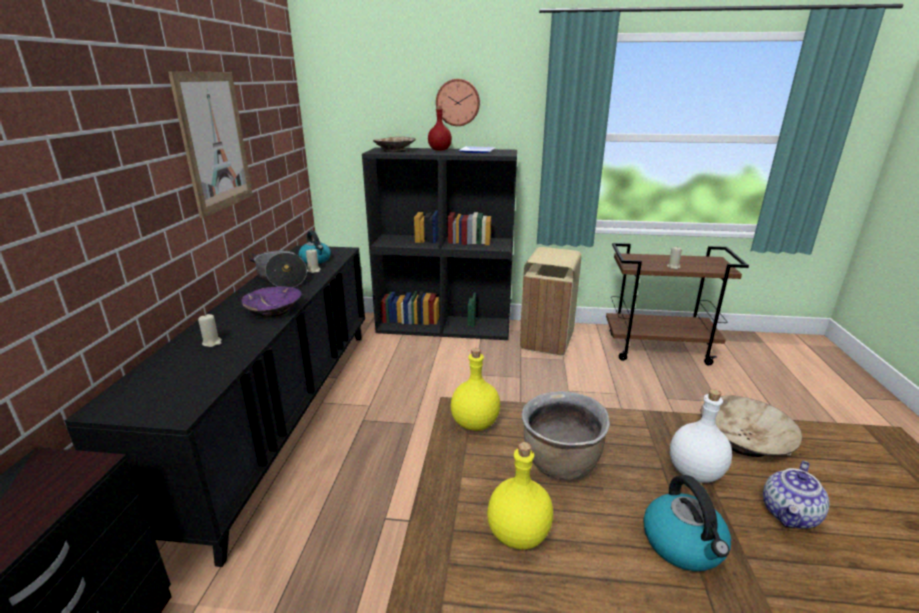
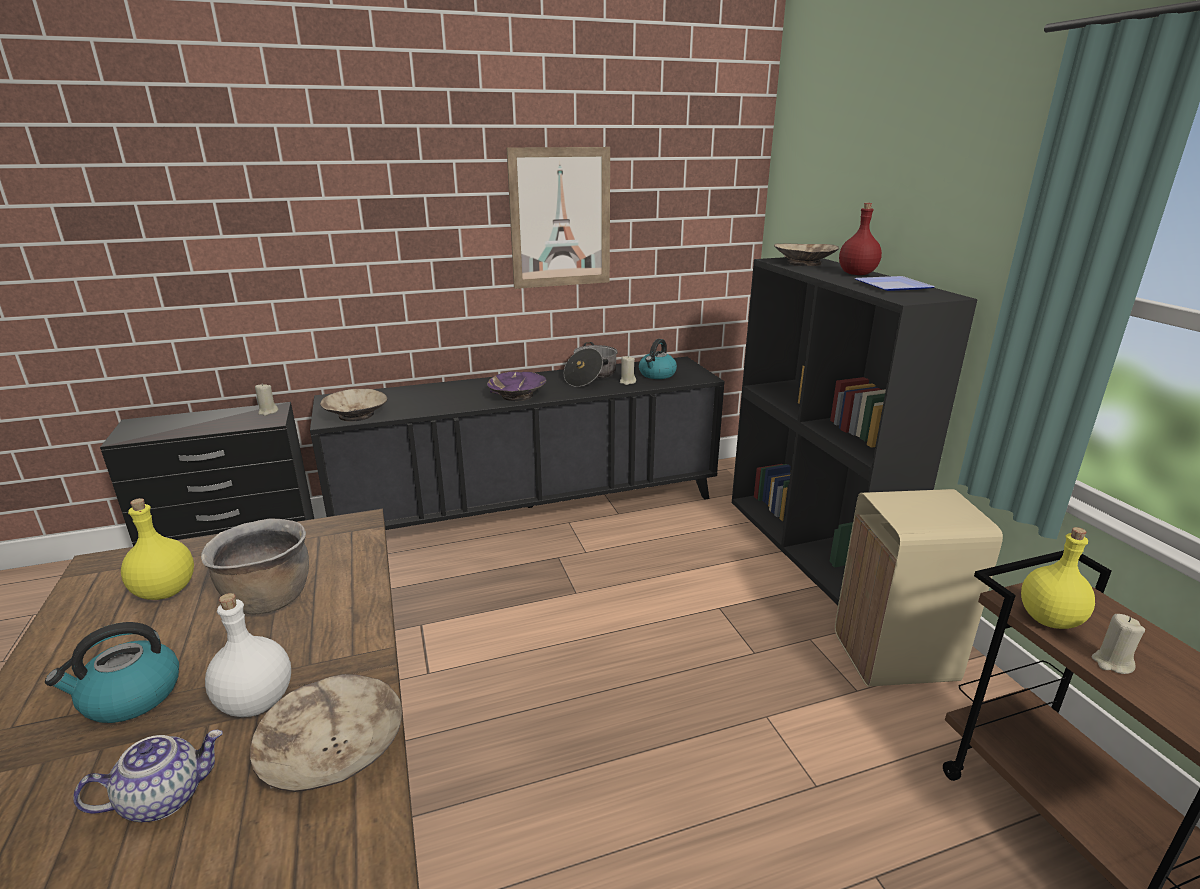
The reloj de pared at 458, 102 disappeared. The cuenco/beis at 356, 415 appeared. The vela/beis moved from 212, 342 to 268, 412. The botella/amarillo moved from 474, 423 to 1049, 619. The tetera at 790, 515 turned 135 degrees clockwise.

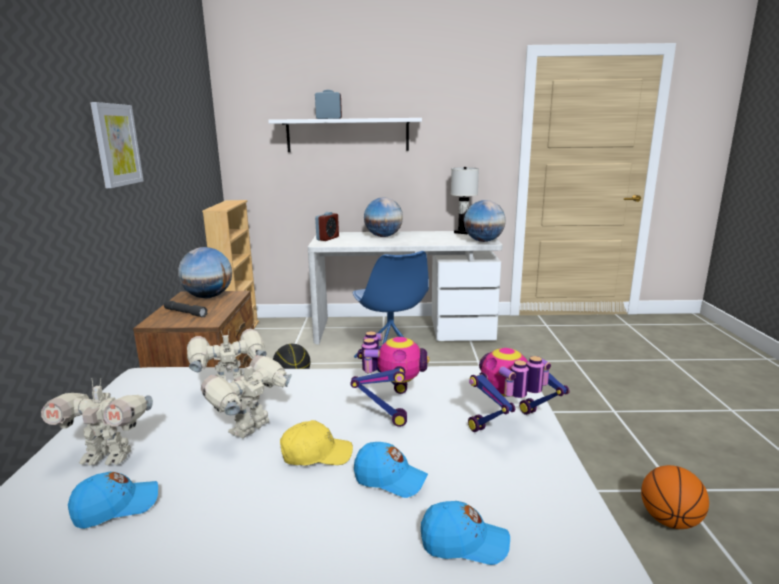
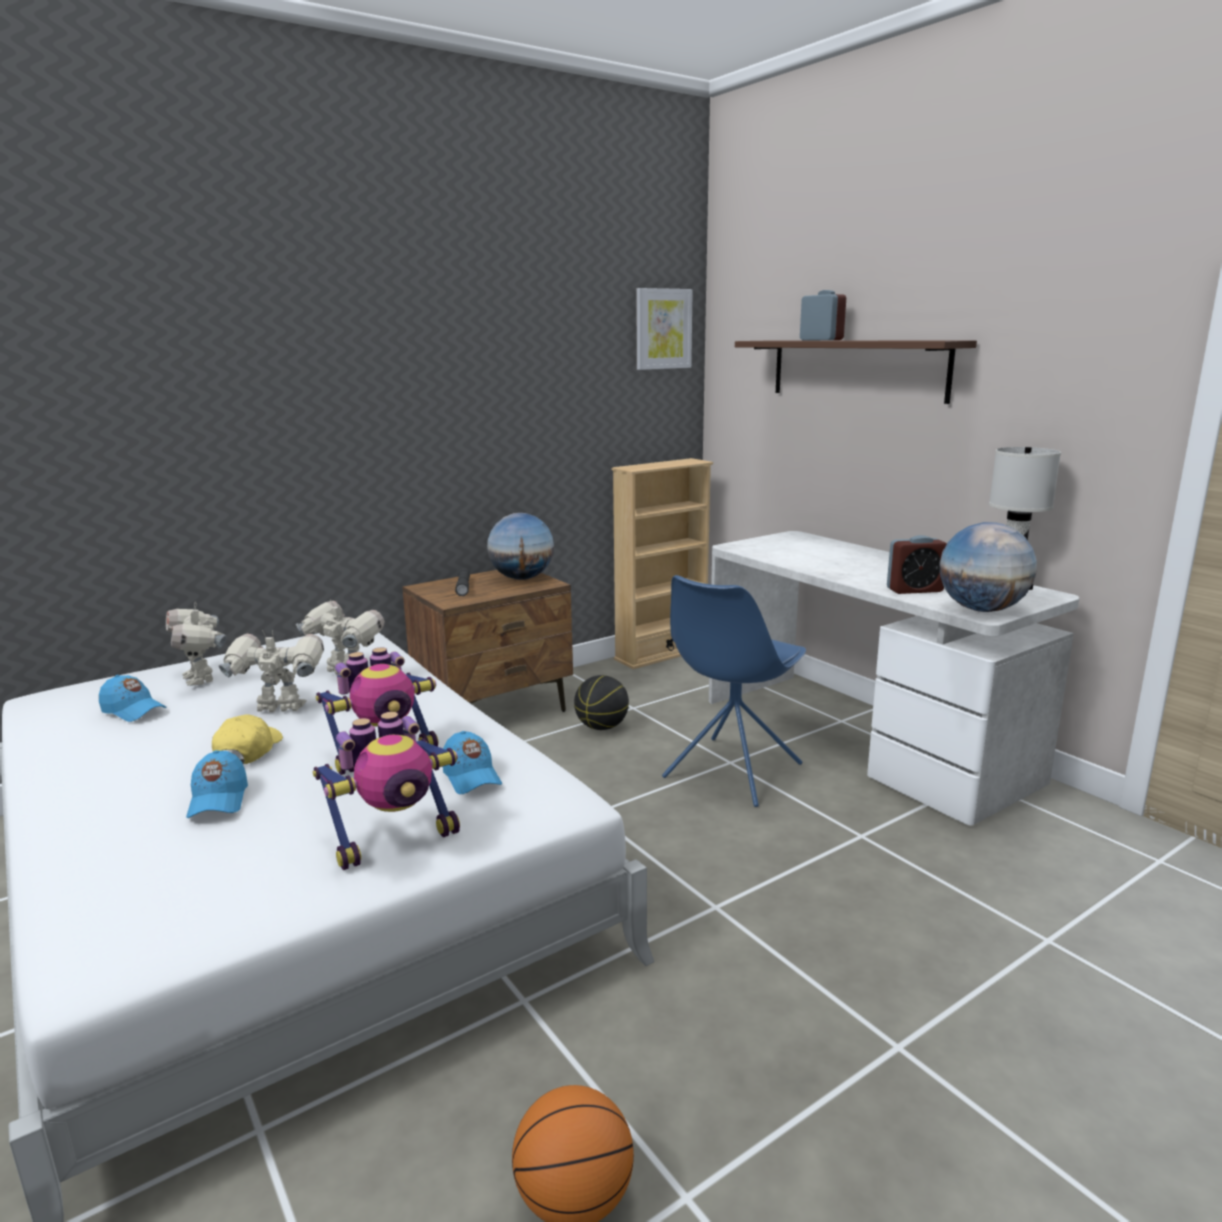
The globo terráqueo at 383, 236 disappeared. The cuadro moved from 116, 145 to 663, 329. The despertador moved from 327, 238 to 914, 590. The gorra/azul moved from 464, 543 to 471, 777. The estante/blanco at 347, 135 became the estante/marrón at 856, 369. The gorra/amarillo at 316, 454 turned 135 degrees counterclockwise. The robot de juguete at 509, 426 turned 120 degrees clockwise.

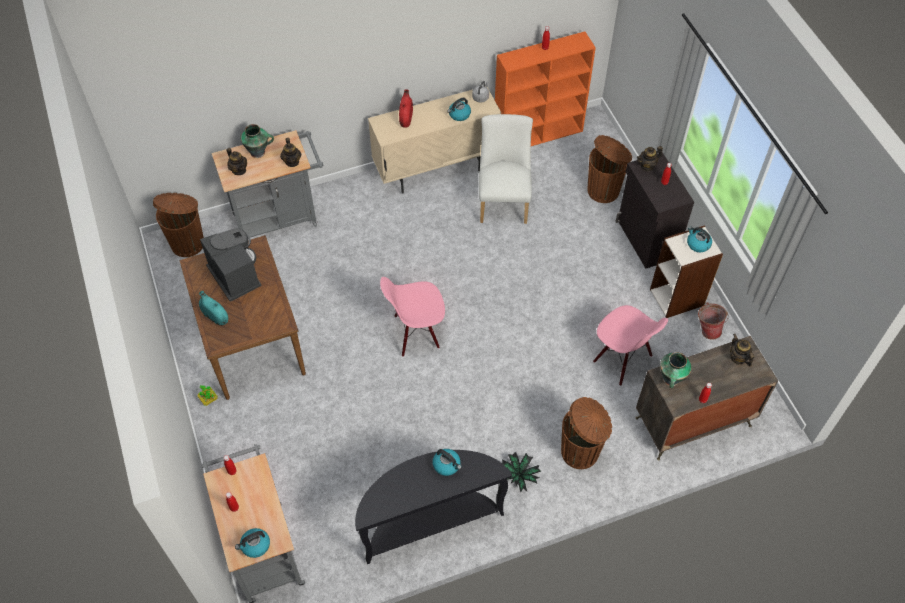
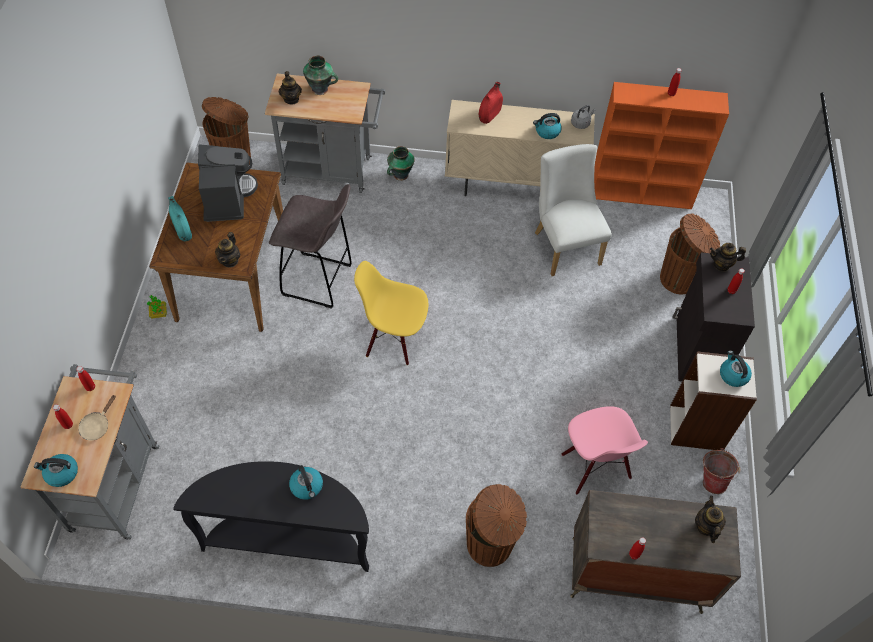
The planta en maceta at 518, 475 disappeared. The sartén/beis at 97, 425 appeared. The taburete/gris at 319, 281 appeared. The tetera moved from 292, 162 to 230, 260. The florero moved from 671, 379 to 400, 175. The silla/rosa at 416, 333 became the silla/amarillo at 394, 339. The silla/blanco at 503, 200 turned 45 degrees counterclockwise.

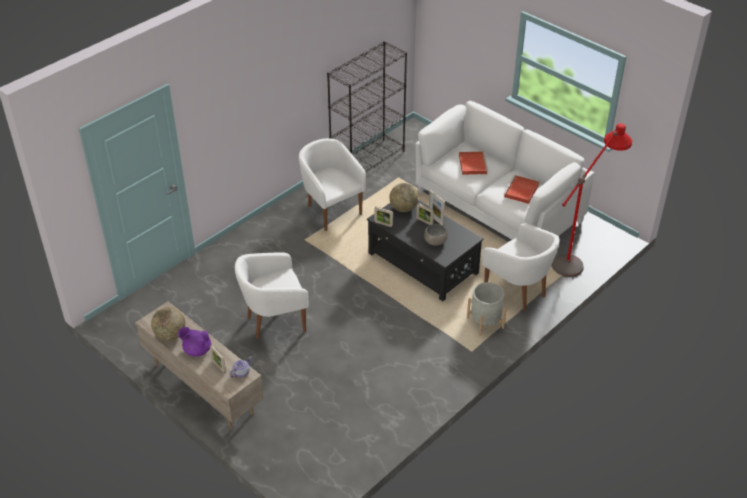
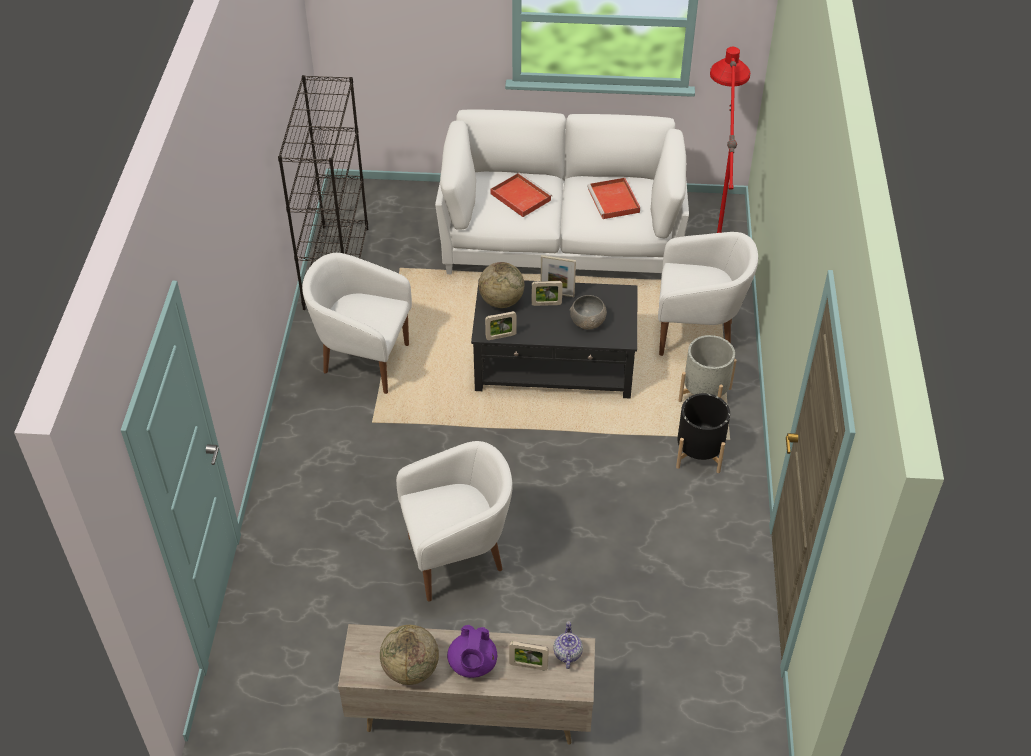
The maceta/negro at 699, 454 appeared. The tetera/morado at 197, 350 turned 60 degrees counterclockwise. The sillón/blanco at 274, 321 turned 135 degrees counterclockwise.

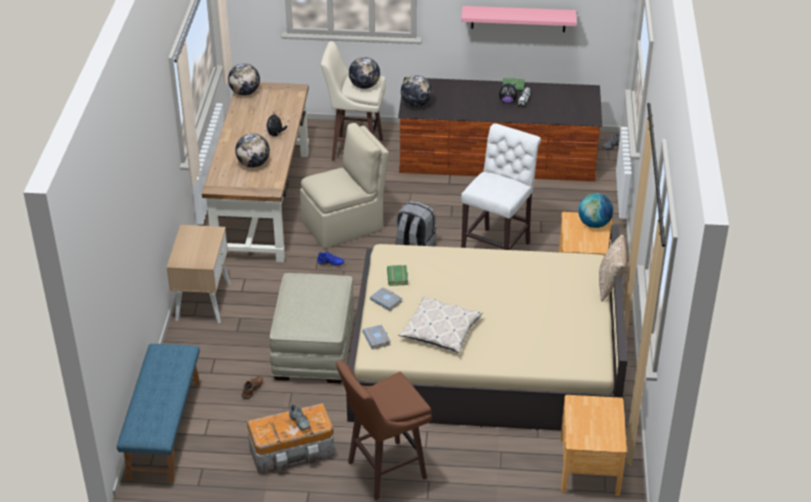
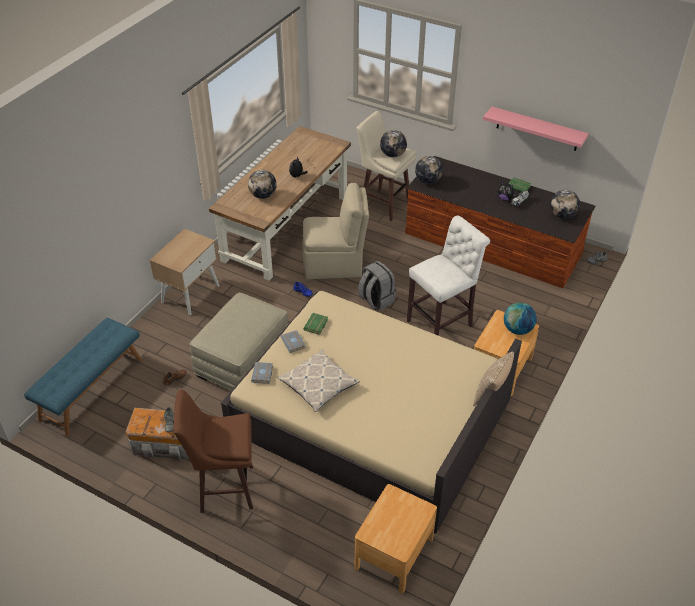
The globo terráqueo moved from 245, 93 to 562, 215.

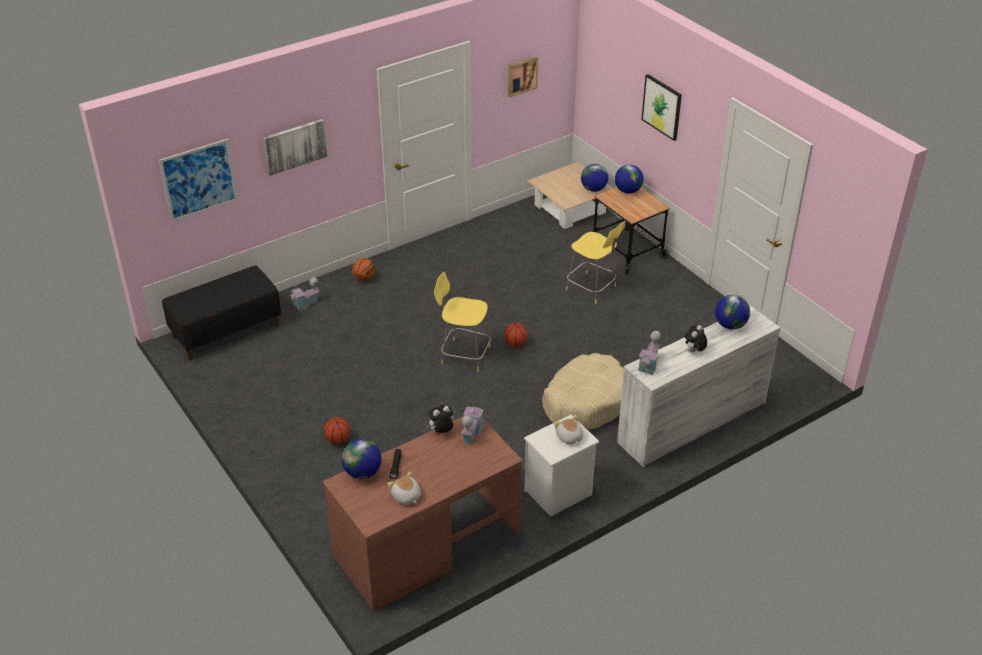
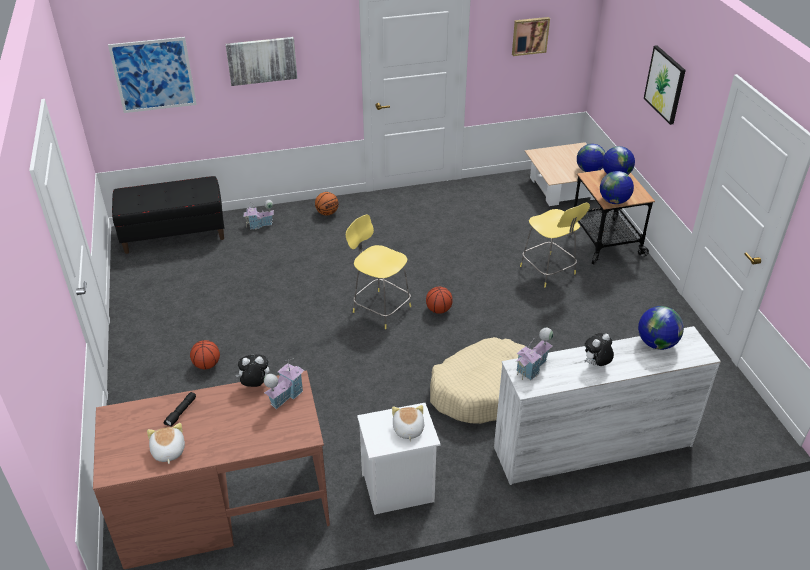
The globo terráqueo moved from 362, 473 to 614, 201.

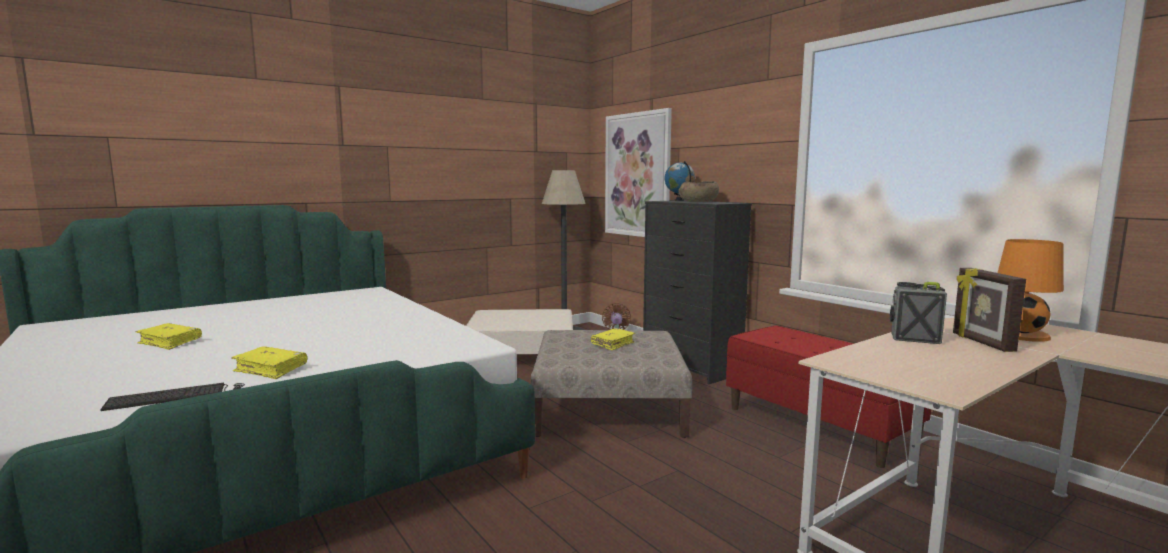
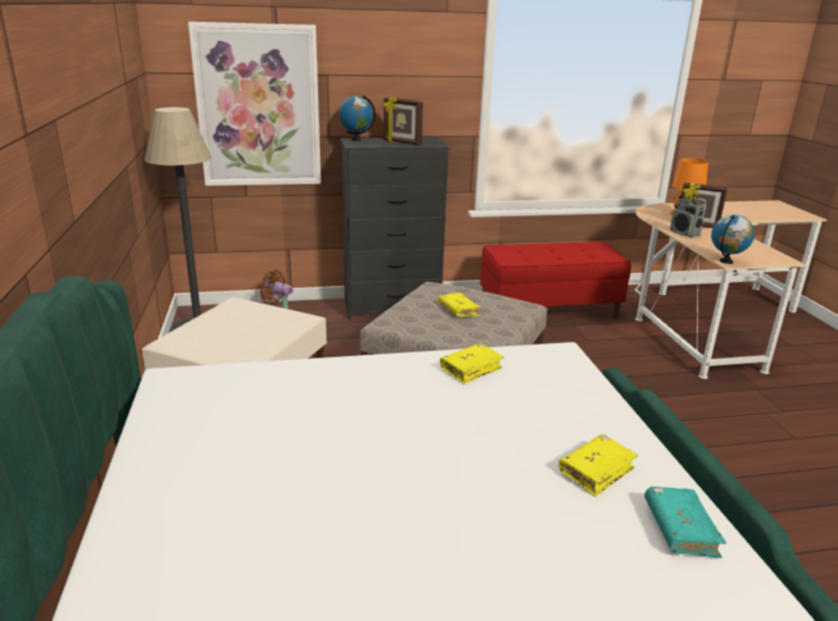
The globo terráqueo at 726, 261 appeared. The libro/amarillo moved from 170, 342 to 471, 369. The teclado at 181, 396 was replaced by the libro/turquesa at 680, 529. The cuenco/marrón at 698, 202 was replaced by the portarretratos at 402, 142. The radio at 914, 339 turned 75 degrees counterclockwise.

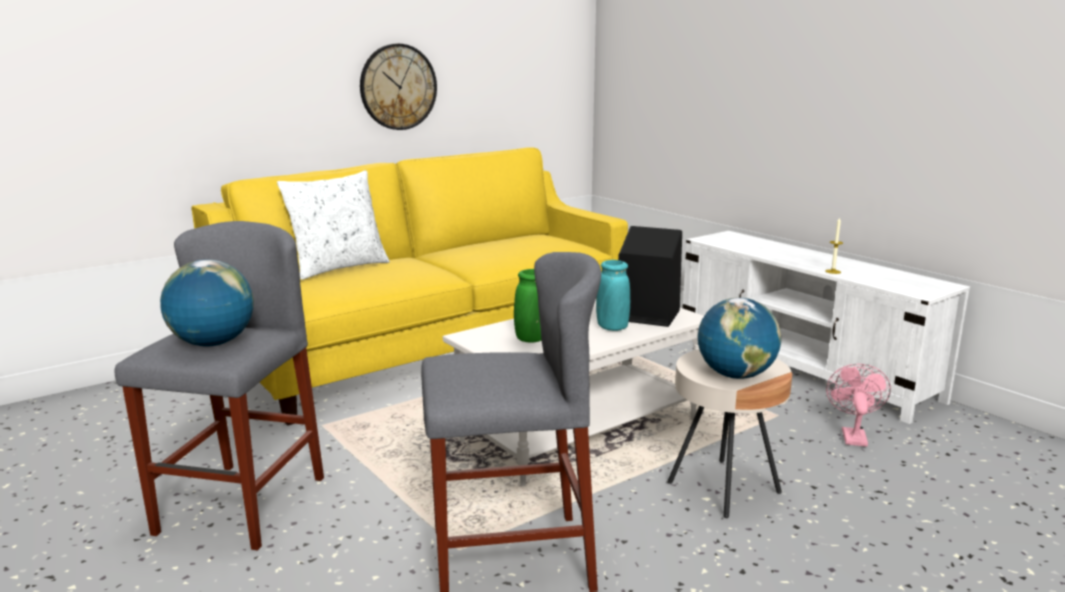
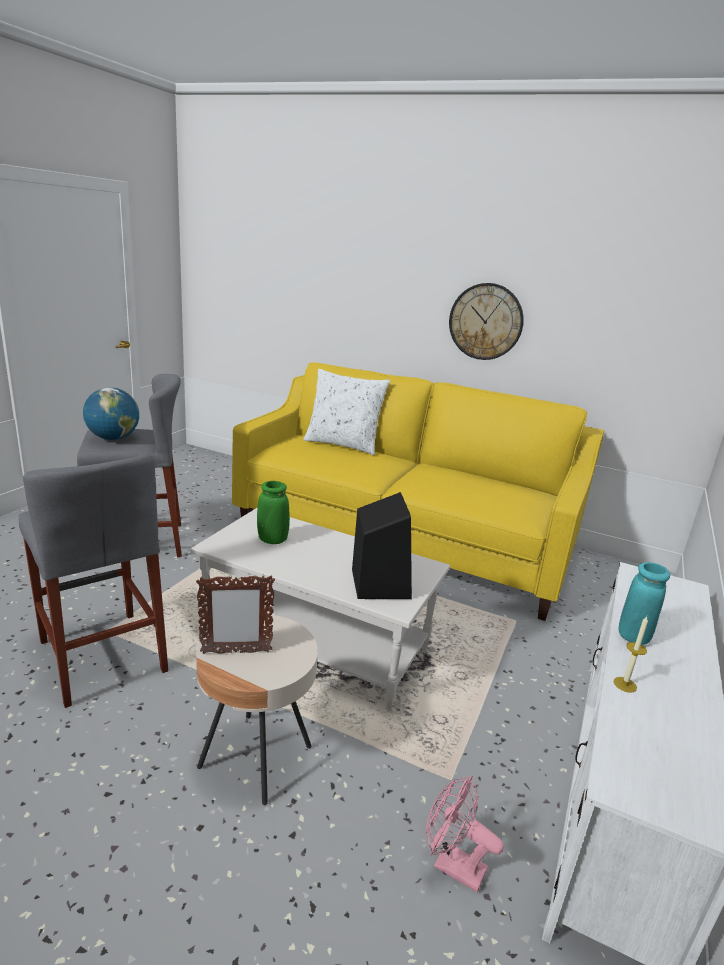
The florero/turquesa moved from 612, 327 to 633, 636. The globo terráqueo at 735, 375 was replaced by the portarretratos at 235, 652. The ventilador/rosa at 852, 435 turned 135 degrees counterclockwise.

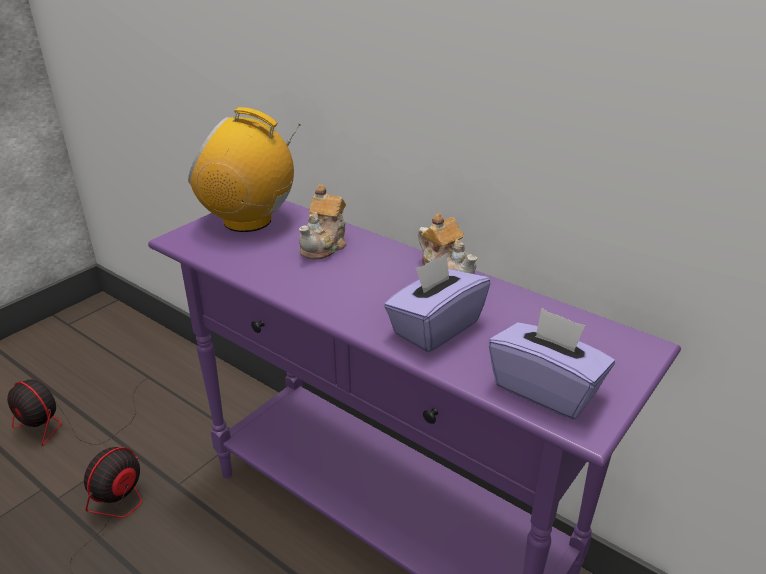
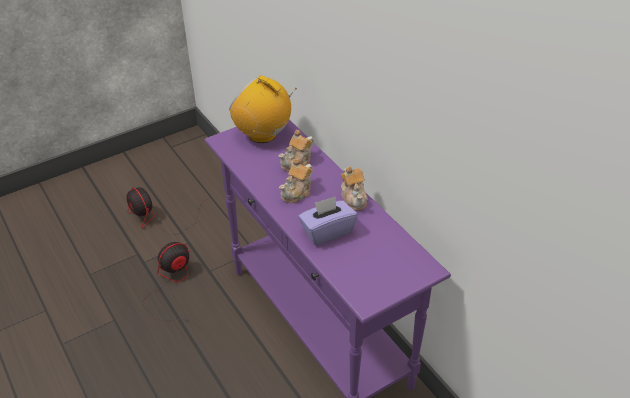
The caja de pañuelos/morado at 546, 389 disappeared. The tetera at 297, 192 appeared.

